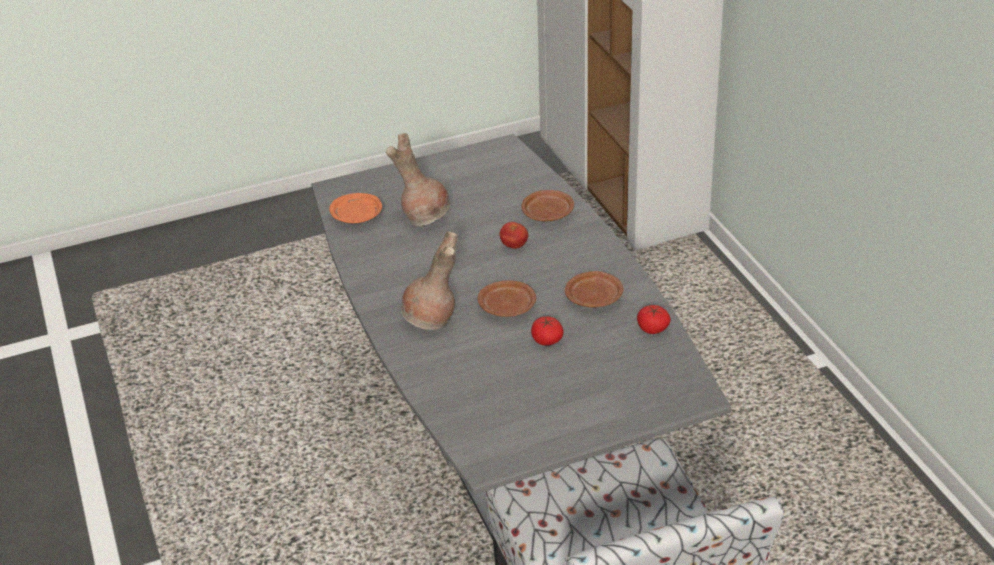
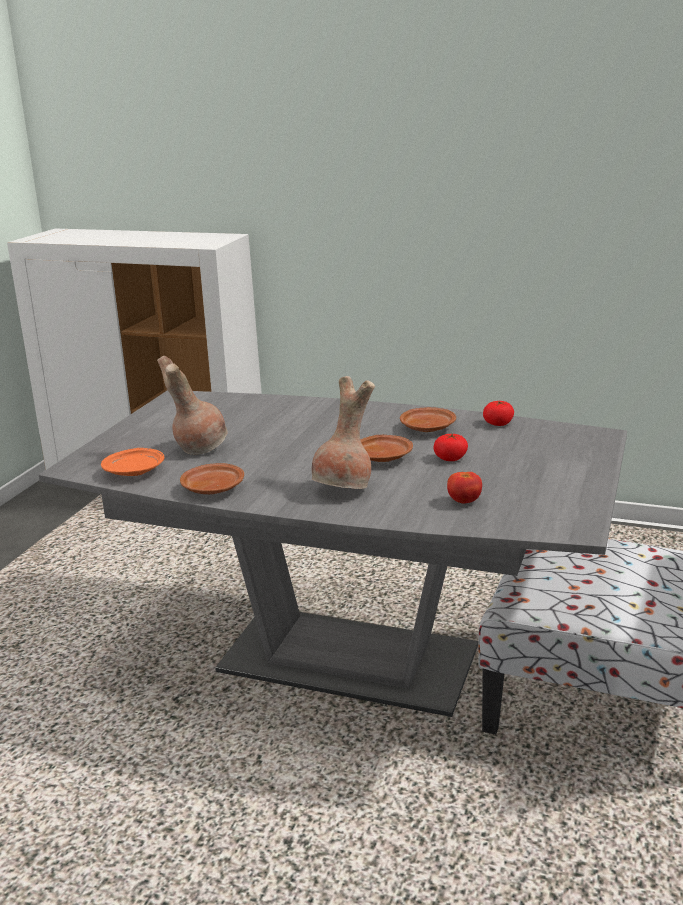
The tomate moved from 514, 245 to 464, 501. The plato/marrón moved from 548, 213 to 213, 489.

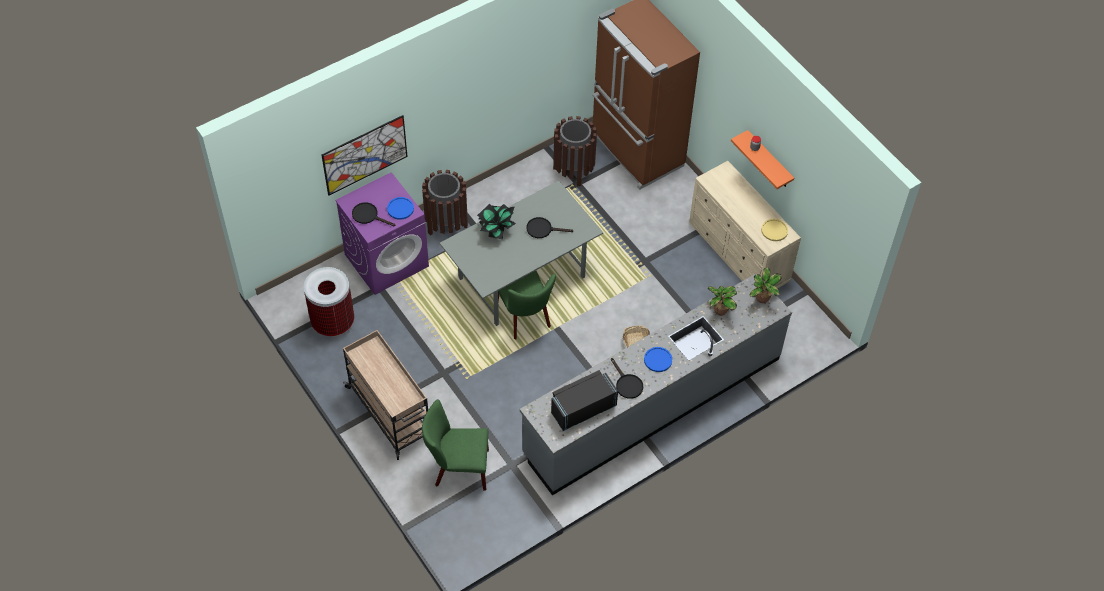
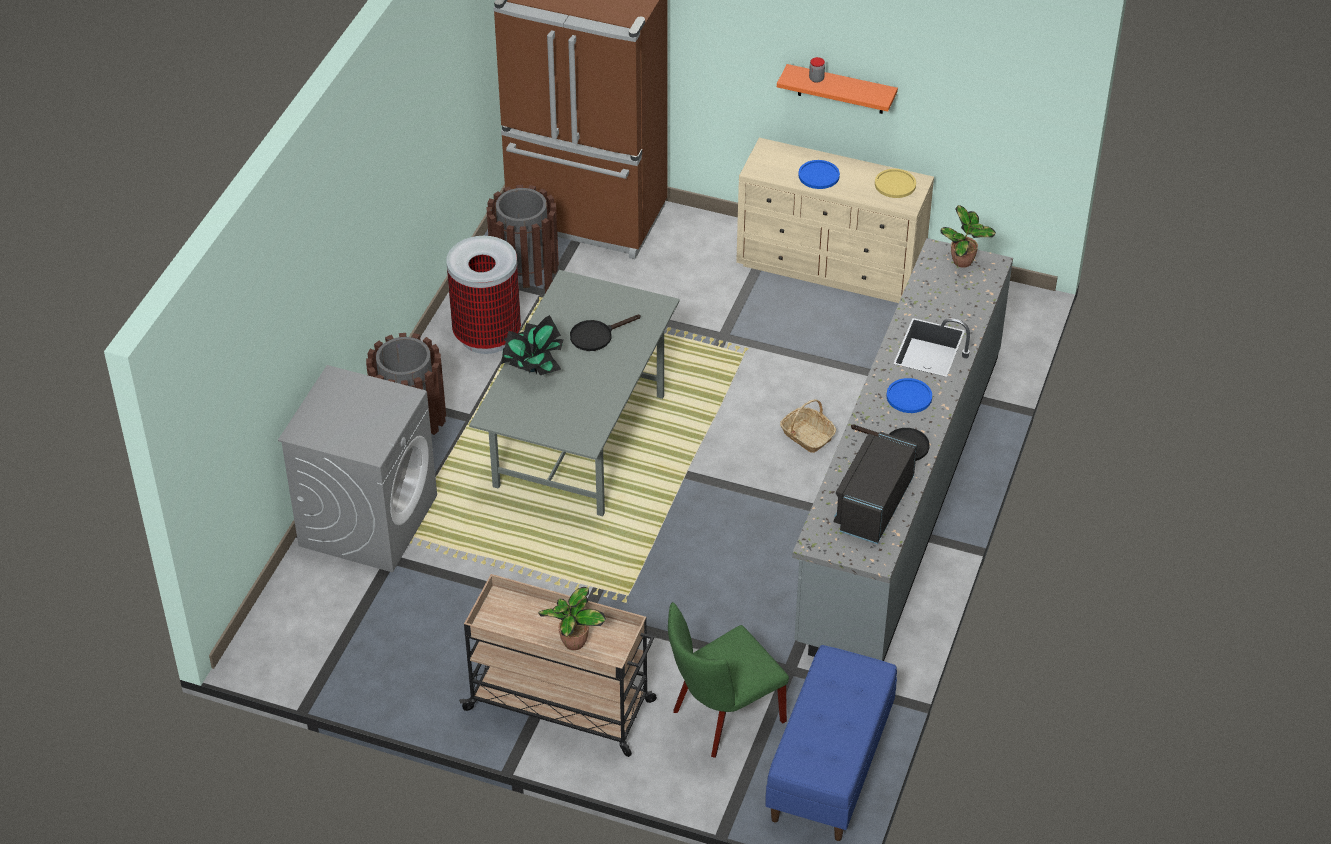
The cuadro at 365, 155 disappeared. The sartén/negro at 368, 215 disappeared. The silla/verde at 525, 318 disappeared. The banco/azul at 830, 768 appeared. The papelera moved from 333, 322 to 486, 335. The plato/azul moved from 400, 208 to 818, 175. The planta en maceta moved from 719, 311 to 573, 643. The lavadora/morado at 387, 260 became the lavadora/gris at 368, 520.

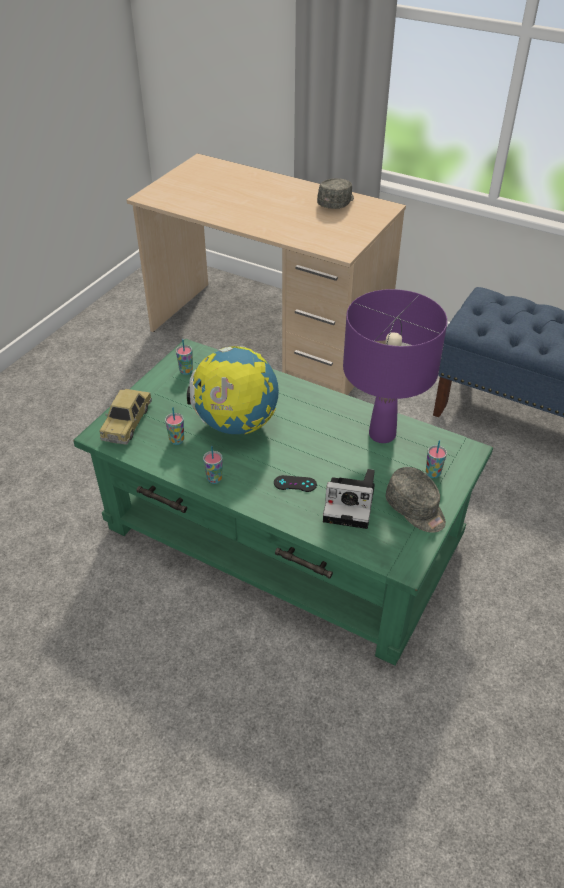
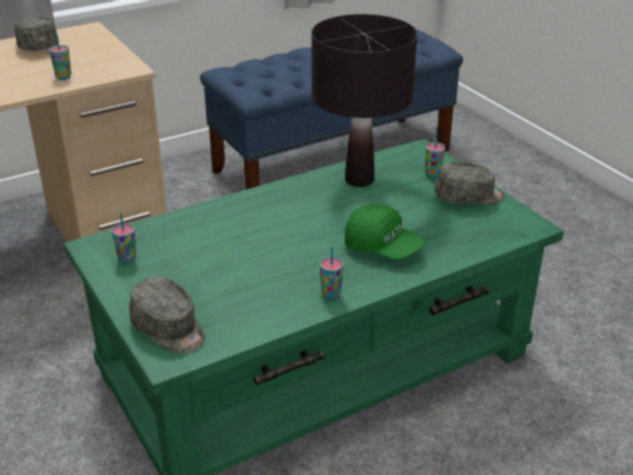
The globo terráqueo at 236, 424 disappeared. The cámara at 351, 504 disappeared. The taza moved from 177, 440 to 63, 77. The coche de juguete at 127, 422 was replaced by the gorra/gris at 169, 329. The mando de consola/negro at 295, 484 was replaced by the gorra/verde at 383, 247. The lámpara de mesa/morado at 382, 434 became the lámpara de mesa/negro at 359, 180.

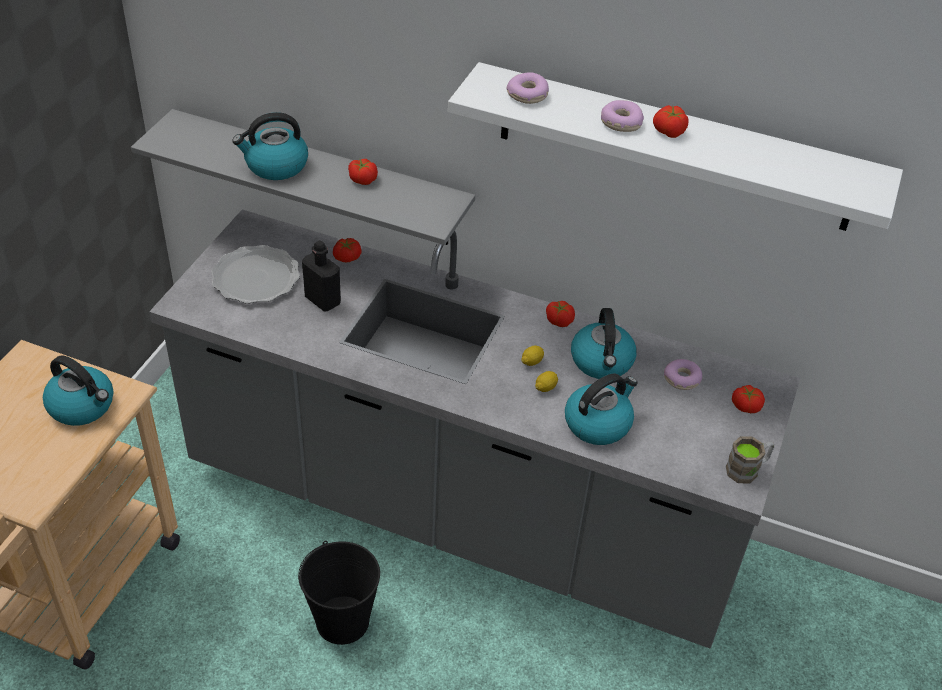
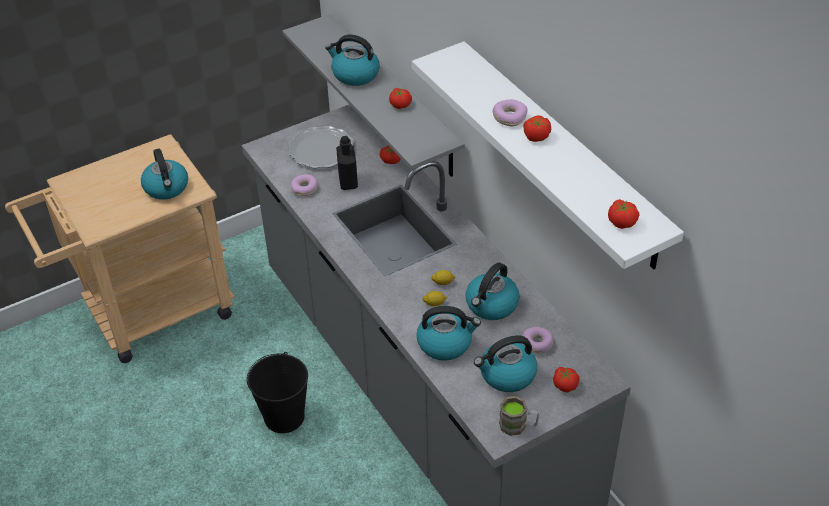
The hervidor at 506, 375 appeared. The rosquilla moved from 528, 95 to 304, 189. The tomate moved from 559, 320 to 622, 221.

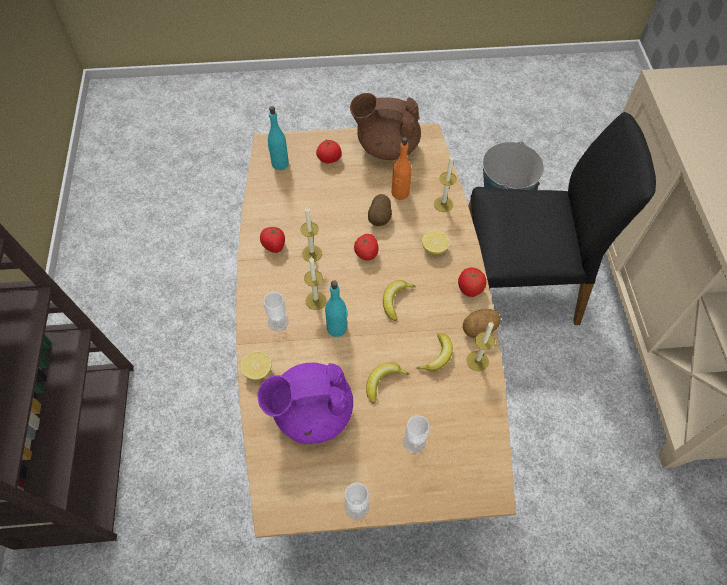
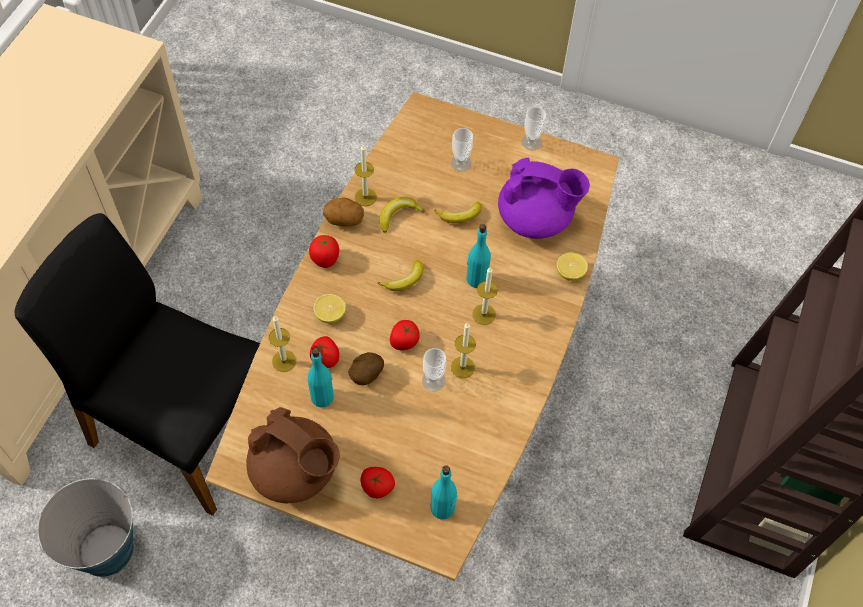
The tomate moved from 274, 245 to 325, 358. The taza moved from 278, 322 to 433, 380. The botella/naranja at 400, 193 became the botella/turquesa at 322, 397.

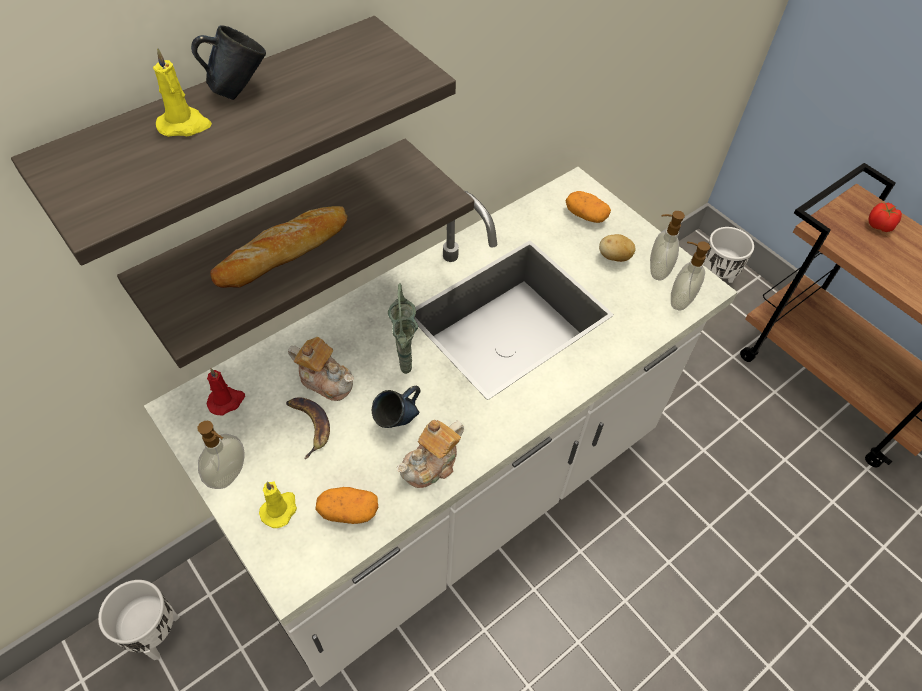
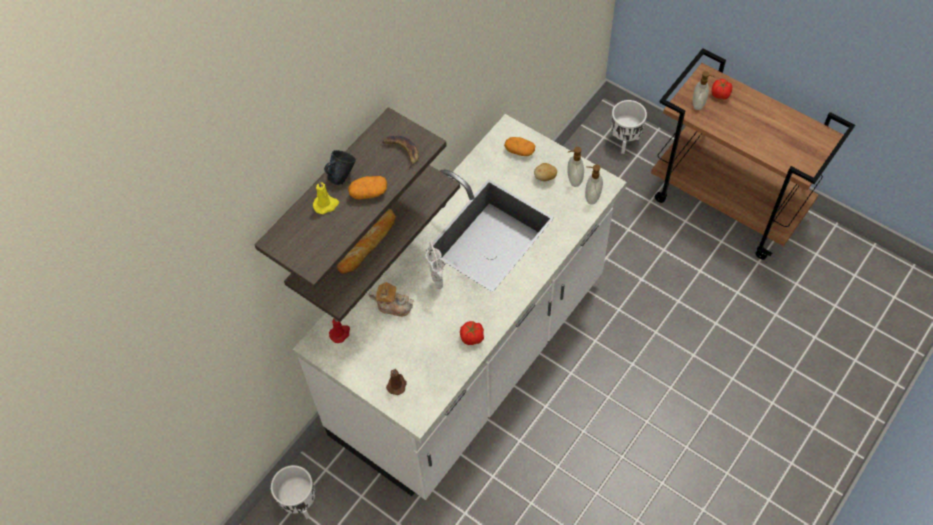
The taza grande/azul at 398, 422 disappeared. The dispensador de jabón moved from 229, 475 to 699, 104. The plátano moved from 309, 425 to 401, 152. The patata moved from 348, 511 to 368, 193. The tetera at 432, 464 was replaced by the tomate at 472, 337. The vela/amarillo at 280, 509 became the vela/marrón at 397, 384. The florero/verde at 405, 370 became the florero/blanco at 438, 287.

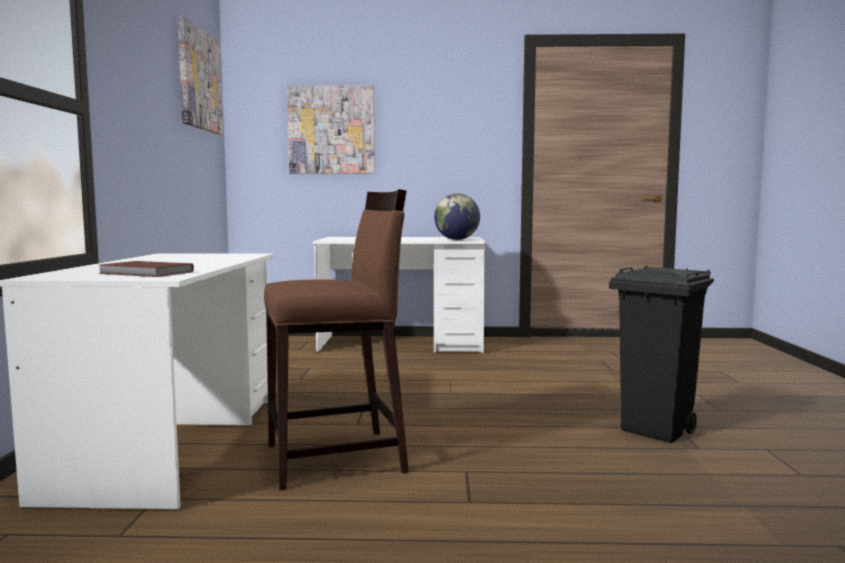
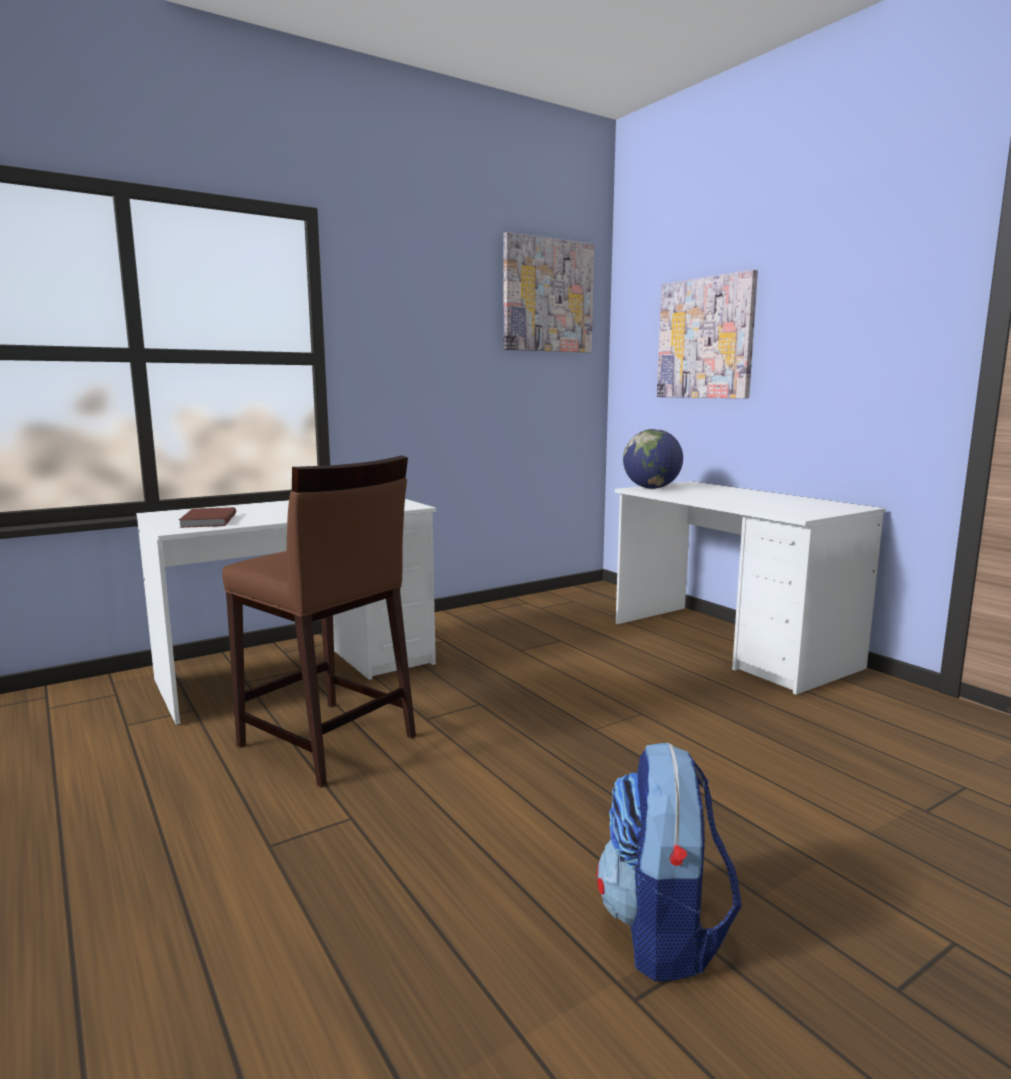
The globo terráqueo moved from 457, 239 to 651, 488. The papelera/negro at 657, 431 was replaced by the mochila at 663, 932.

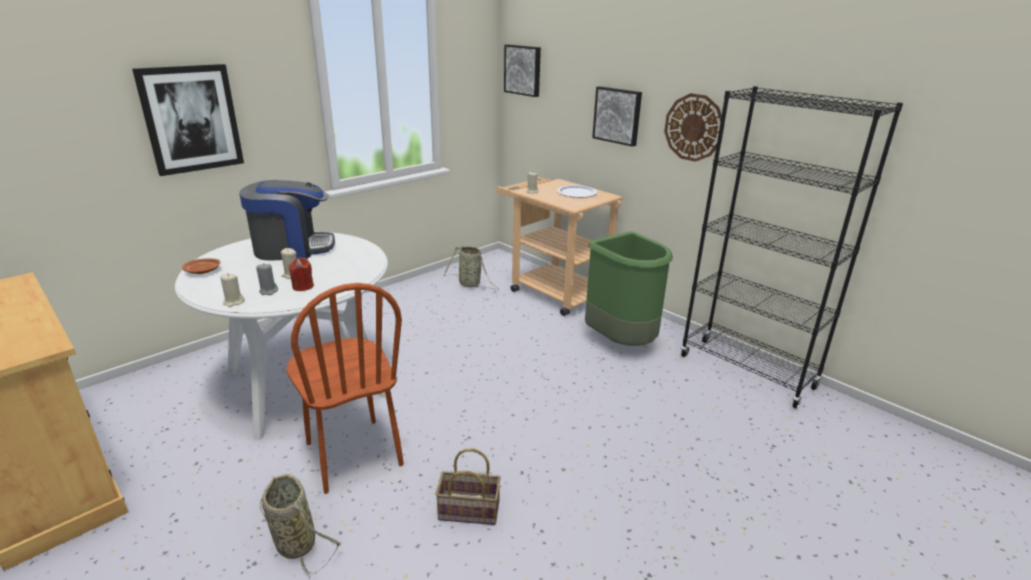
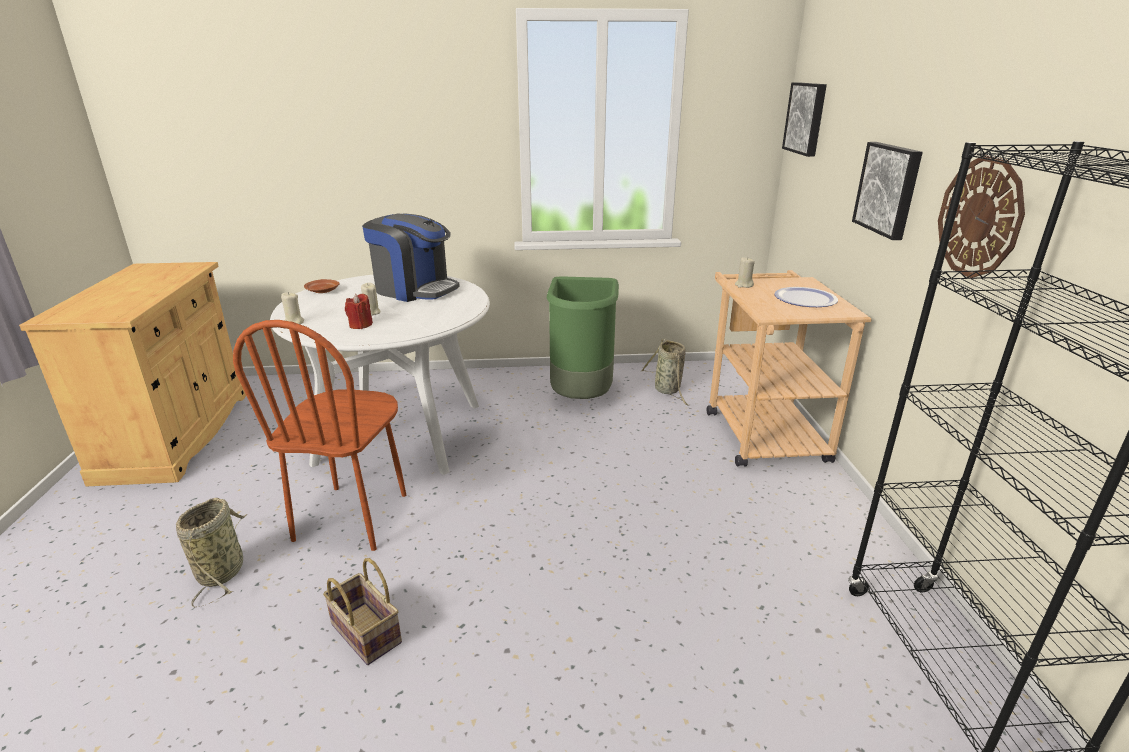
The cuadro at 191, 119 disappeared. The vela/gris at 268, 291 disappeared. The papelera/verde moved from 621, 342 to 582, 397.

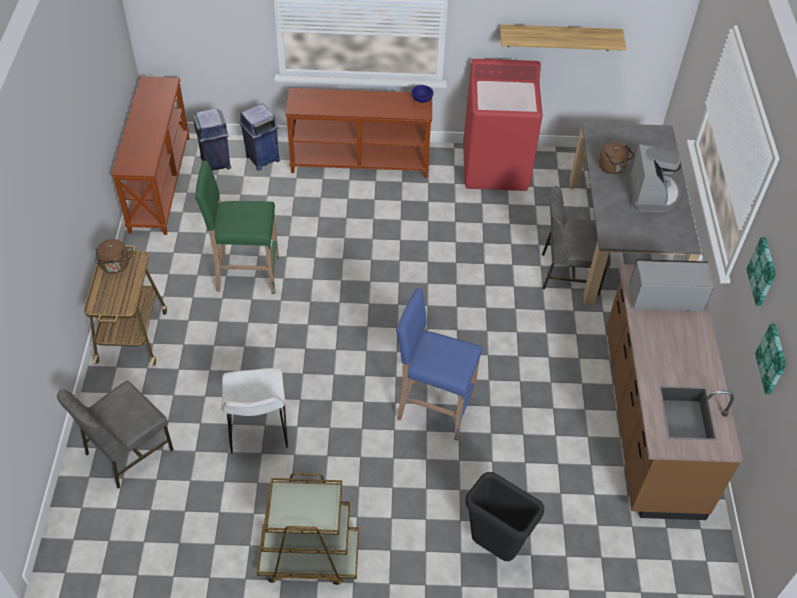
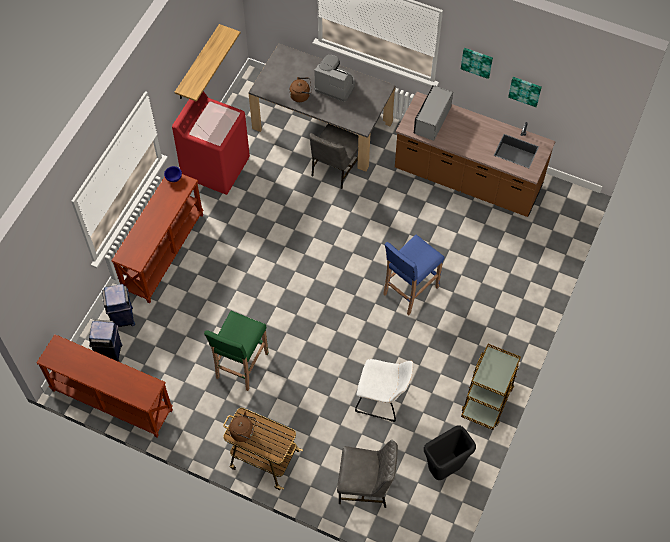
The papelera/negro moved from 494, 547 to 444, 470. The silla/gris at 127, 451 turned 60 degrees counterclockwise.

